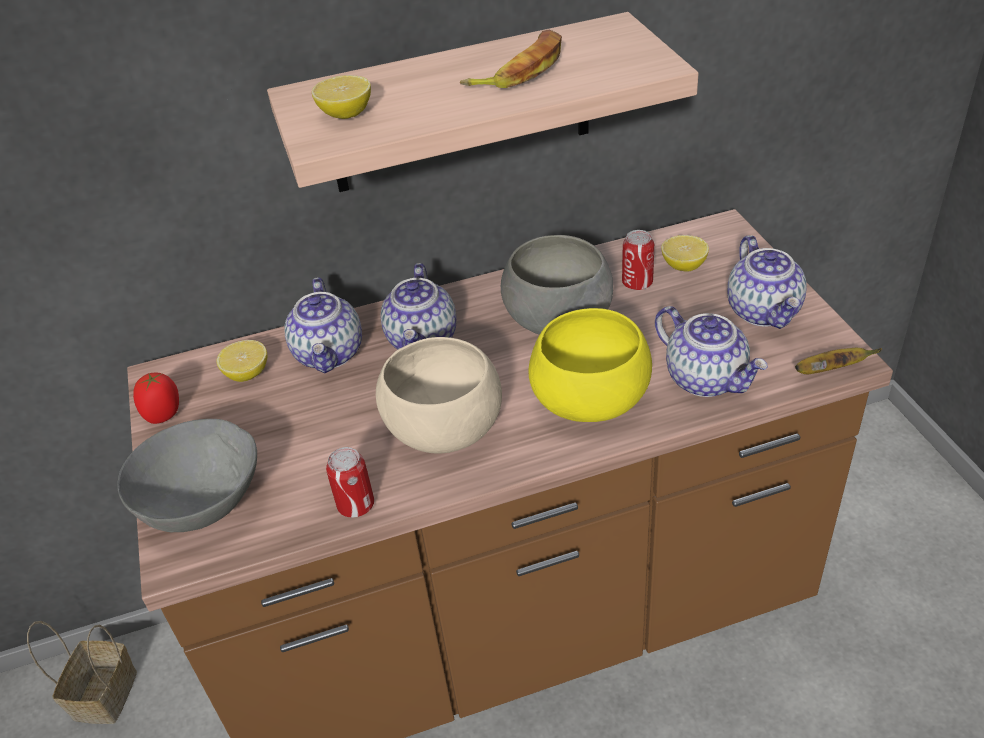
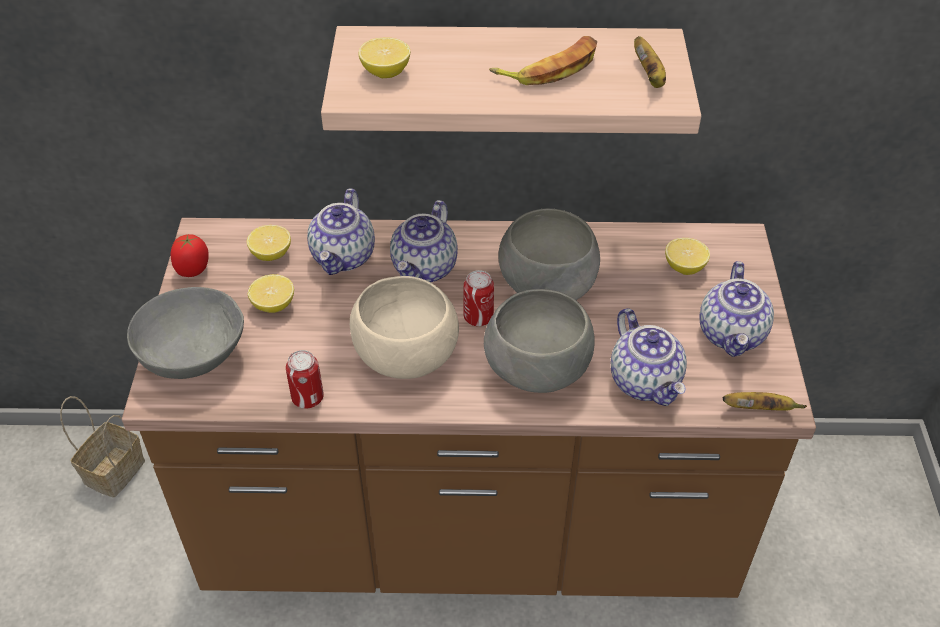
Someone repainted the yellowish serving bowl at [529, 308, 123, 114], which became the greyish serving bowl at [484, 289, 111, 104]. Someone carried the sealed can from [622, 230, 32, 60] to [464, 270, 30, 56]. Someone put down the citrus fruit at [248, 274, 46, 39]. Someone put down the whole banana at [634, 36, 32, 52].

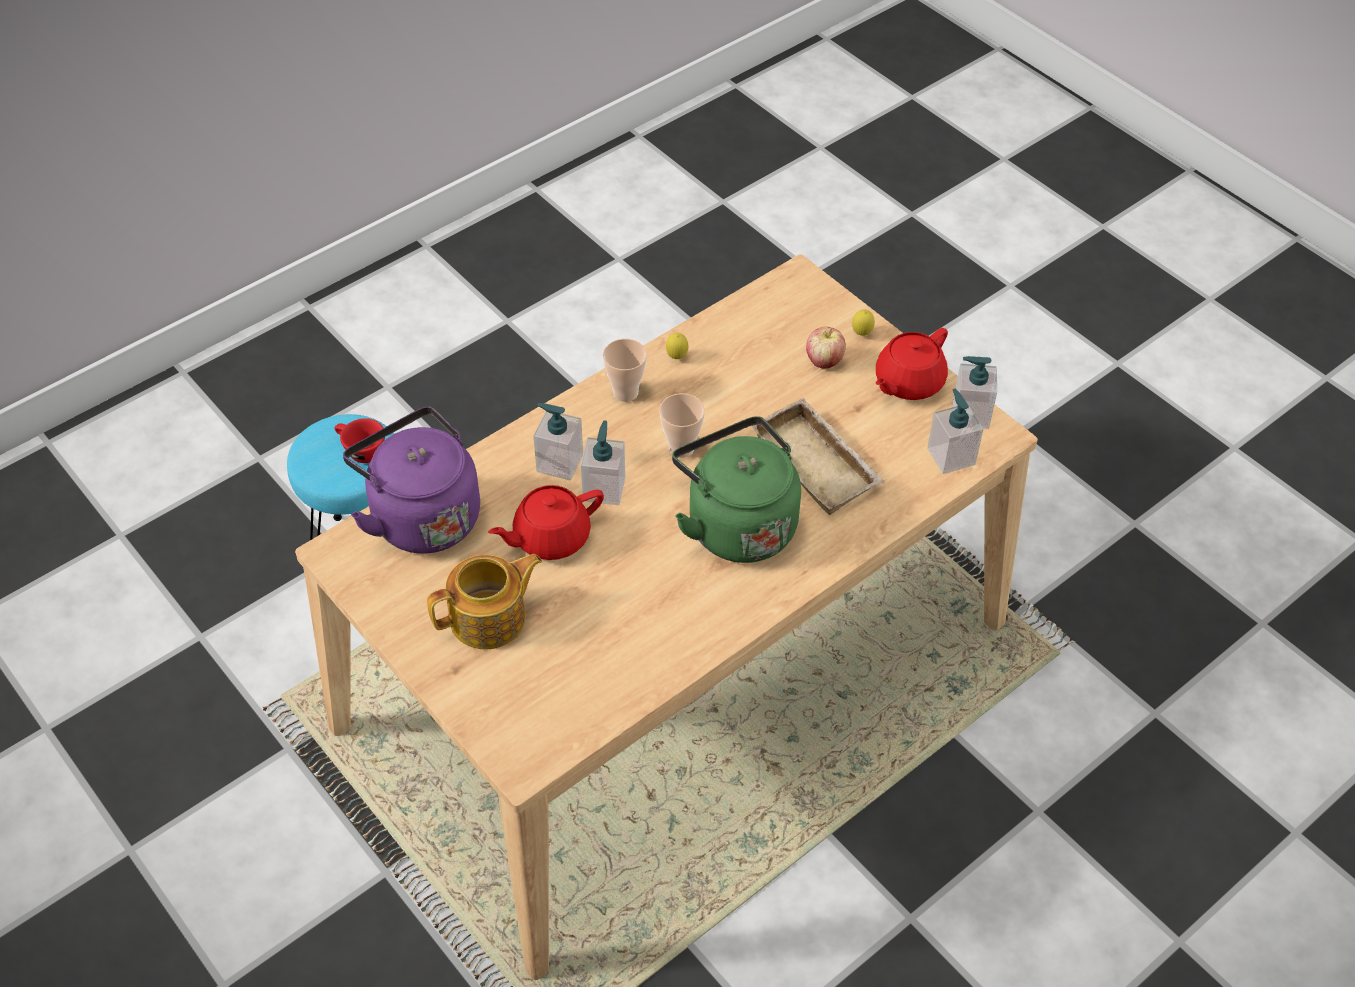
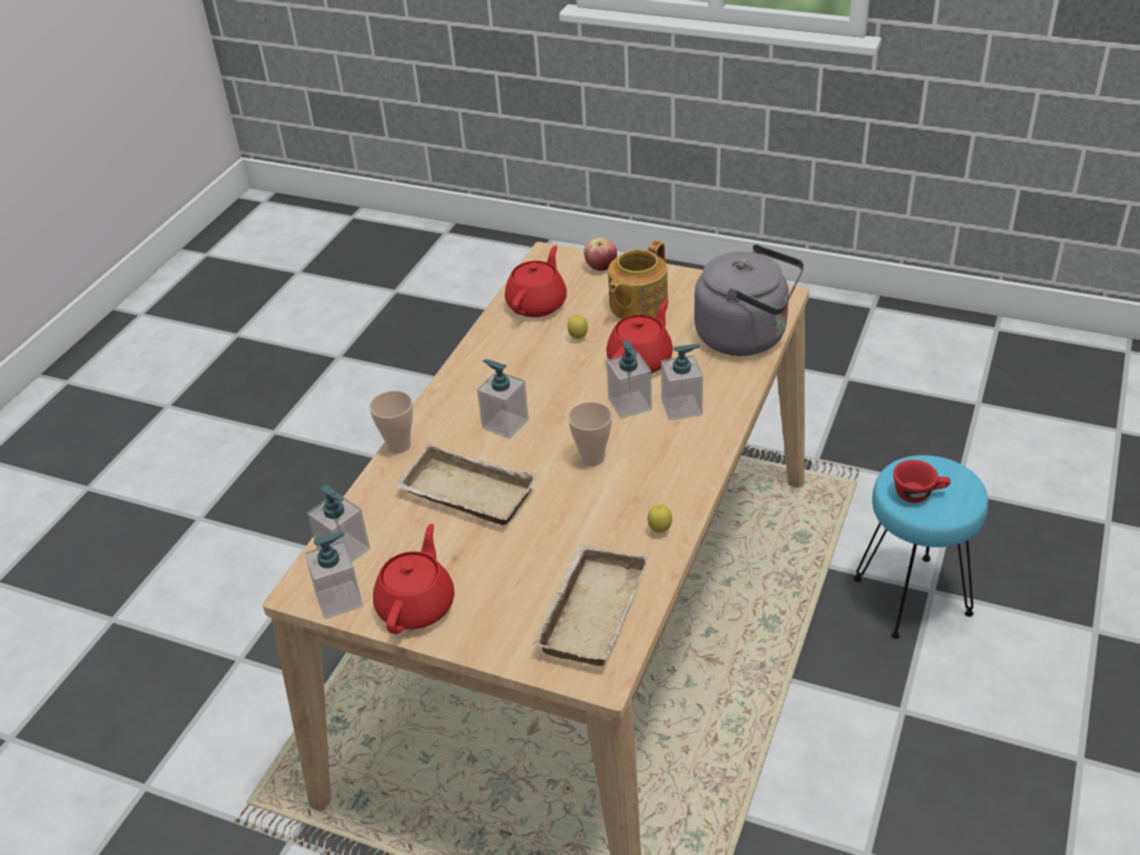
Someone repainted the purple-coloured kettle at [343, 407, 137, 146], which became the greyish kettle at [694, 244, 110, 112]. Someone carried the cup from [603, 339, 44, 63] to [369, 391, 44, 63]. Someone swapped the greenish kettle at [672, 416, 129, 147] for the soap dispenser at [477, 359, 52, 80]. Someone carried the apple from [806, 326, 40, 43] to [584, 238, 33, 33]. Someone carried the citrus fruit from [852, 310, 23, 26] to [567, 314, 21, 25]. Someone put down the red teapot at [505, 246, 62, 71]. Someone put down the beige carrying tray at [532, 544, 117, 122].

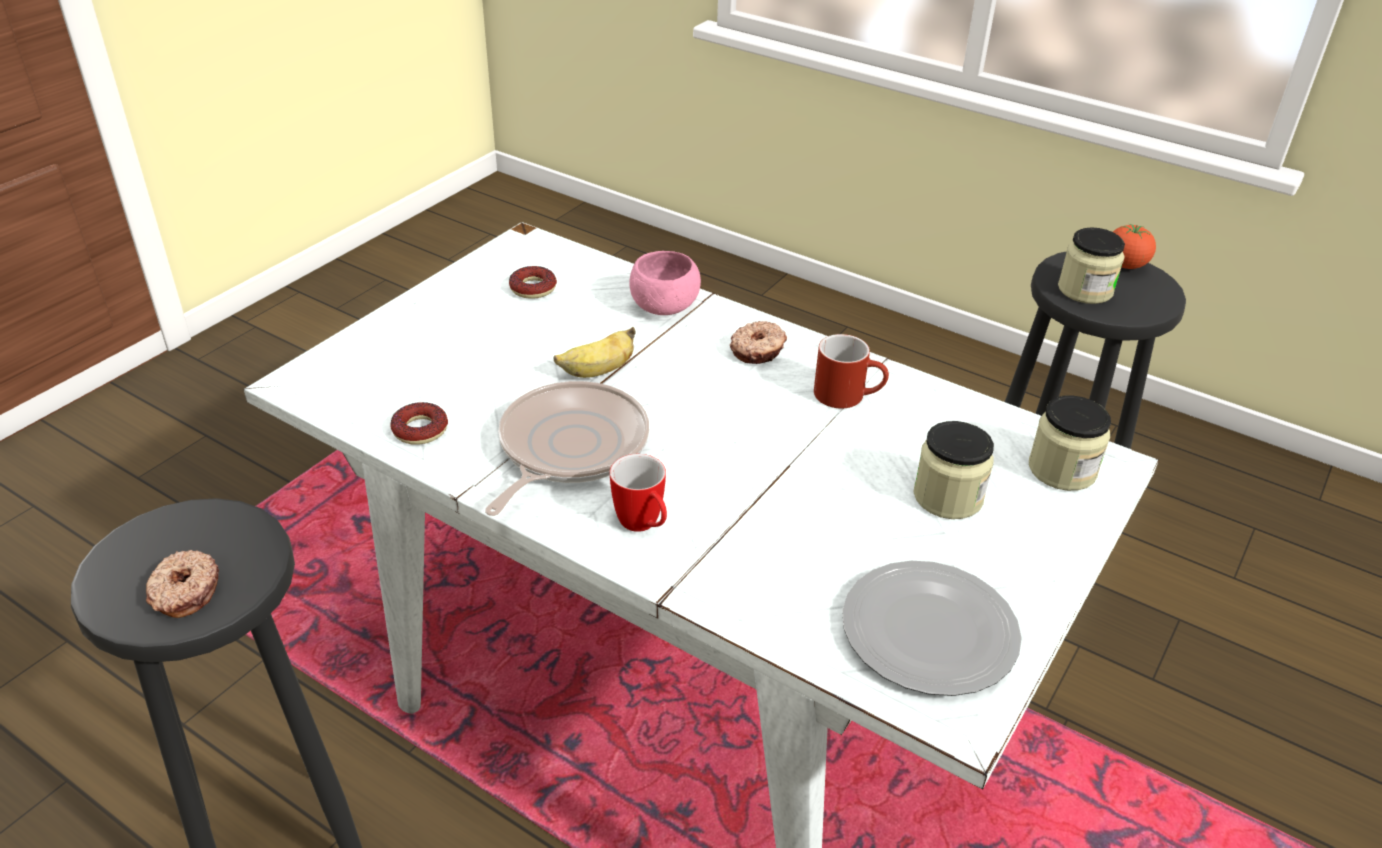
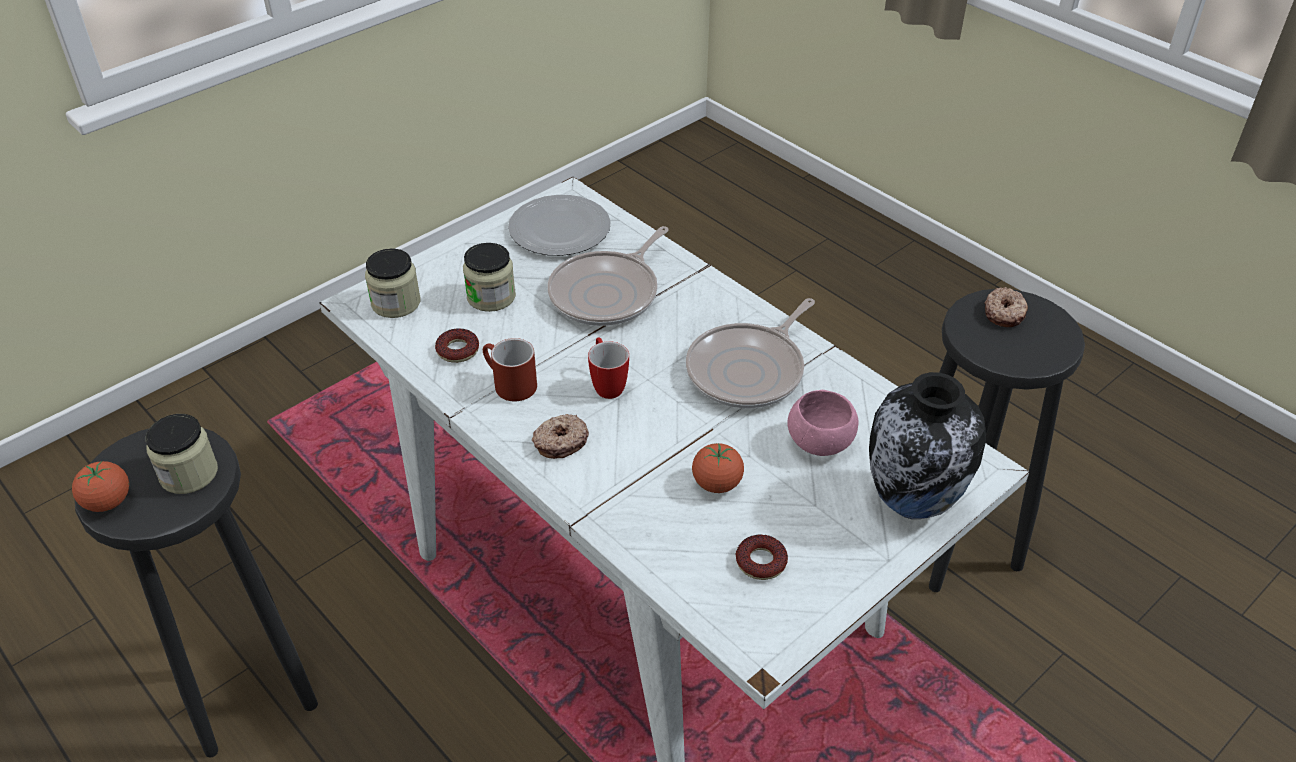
Someone carried the ring doughnut from [390, 402, 58, 43] to [435, 328, 44, 35]. Someone took away the whole banana at [554, 327, 82, 51]. Someone carried the mug from [610, 454, 57, 78] to [588, 337, 41, 62]. Someone carried the pink serving bowl from [629, 251, 72, 64] to [788, 390, 71, 66]. Someone put down the skillet at [548, 226, 121, 100]. Someone put down the fresh tomato at [692, 443, 52, 50]. Someone put down the decorative vase at [869, 372, 117, 147].

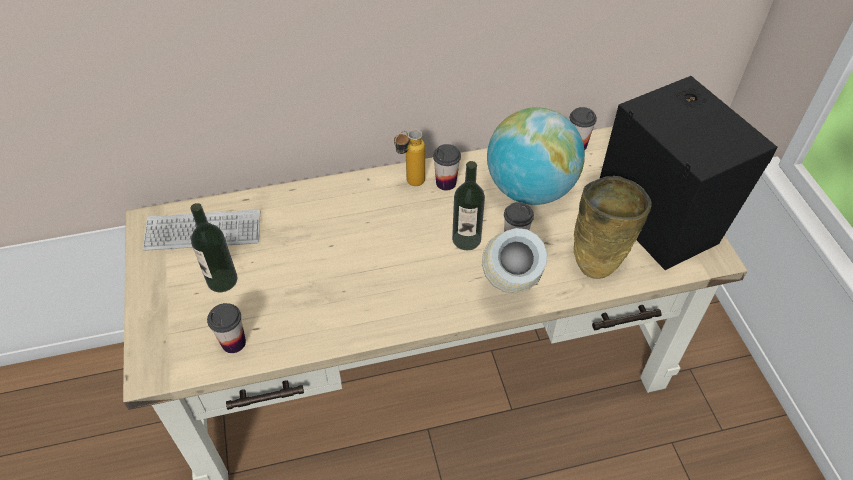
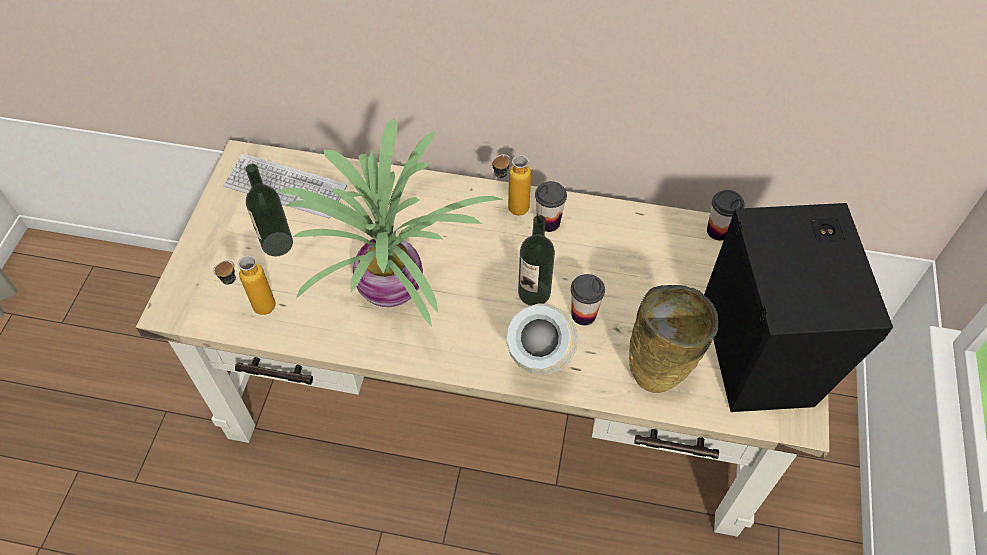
Someone swapped the cup at [207, 303, 39, 50] for the bottle at [213, 255, 63, 60]. Someone took away the globe at [487, 107, 98, 98]. Someone put down the houseplant at [277, 118, 227, 209].

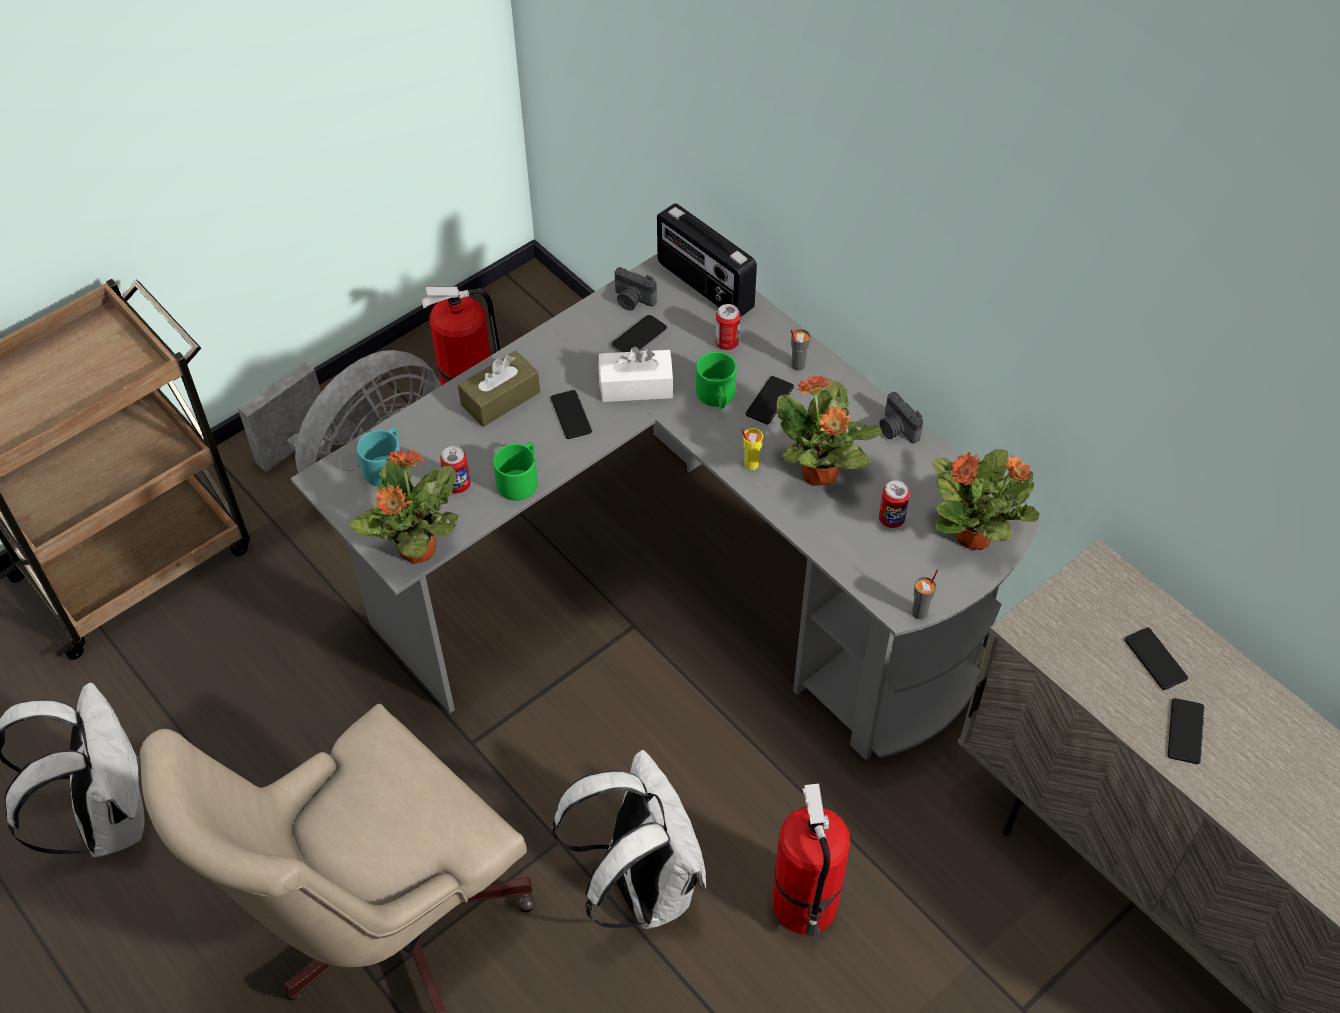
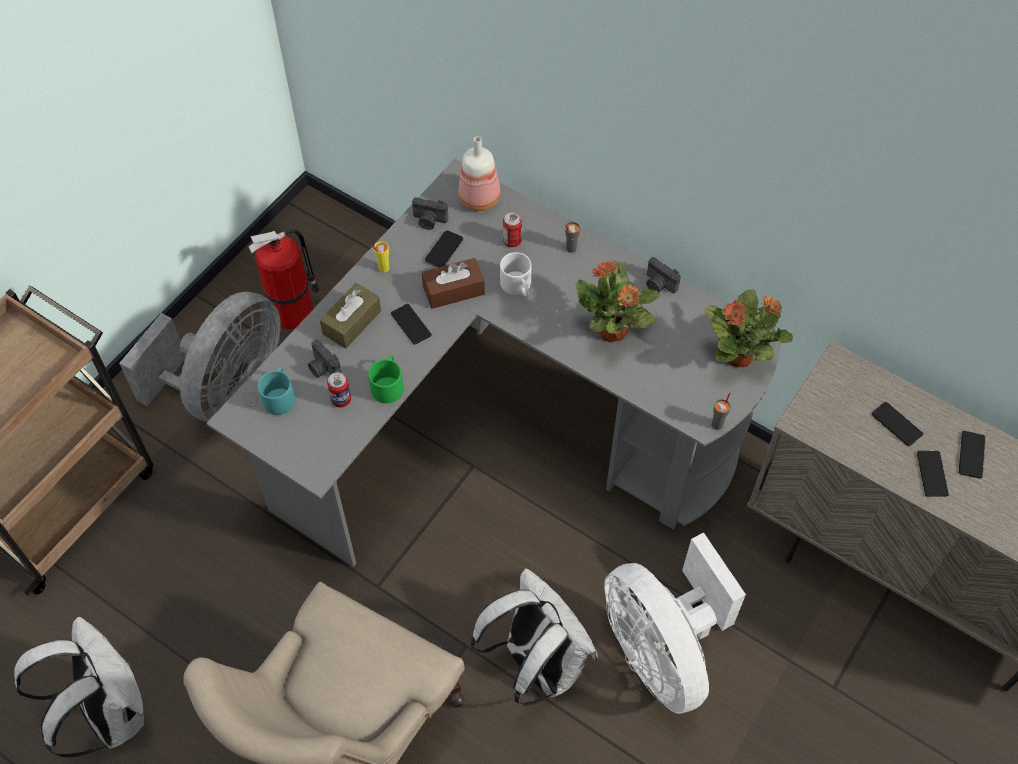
Someone took away the houseplant at [350, 449, 109, 115]. Someone repainted the white-coloured box of tissues at [599, 347, 75, 55], which became the brown box of tissues at [422, 258, 63, 51]. Someone swapped the radio at [657, 203, 100, 114] for the bottle at [458, 136, 43, 75]. Someone repainted the greenish mug at [696, 352, 41, 57], which became the white-coloured mug at [500, 252, 32, 44]. Someone carried the yellowish cup from [742, 428, 21, 42] to [372, 241, 17, 32]. Someone carried the handset from [745, 376, 49, 48] to [959, 431, 27, 48]. Someone swapped the fire-fighting cylinder at [772, 783, 78, 154] for the white-coloured fan at [604, 532, 142, 182]. Someone took away the sealed can at [879, 480, 31, 48]. Someone put down the photo camera at [308, 339, 34, 39].

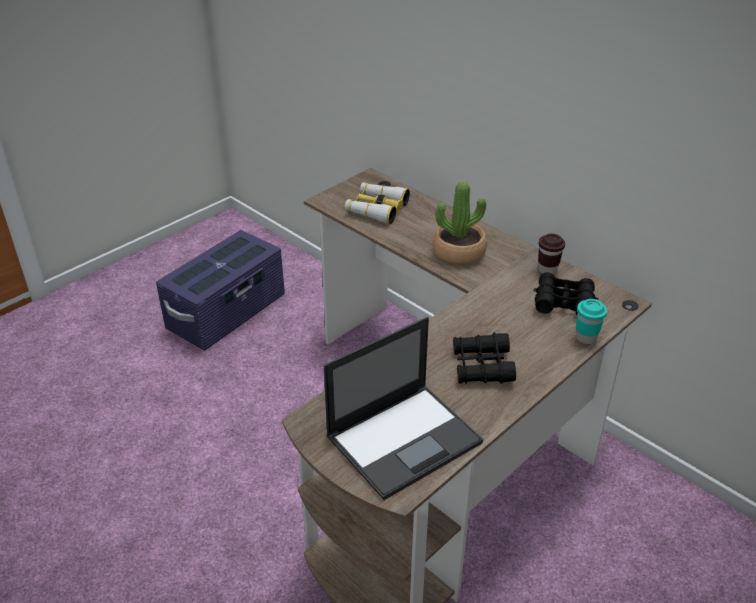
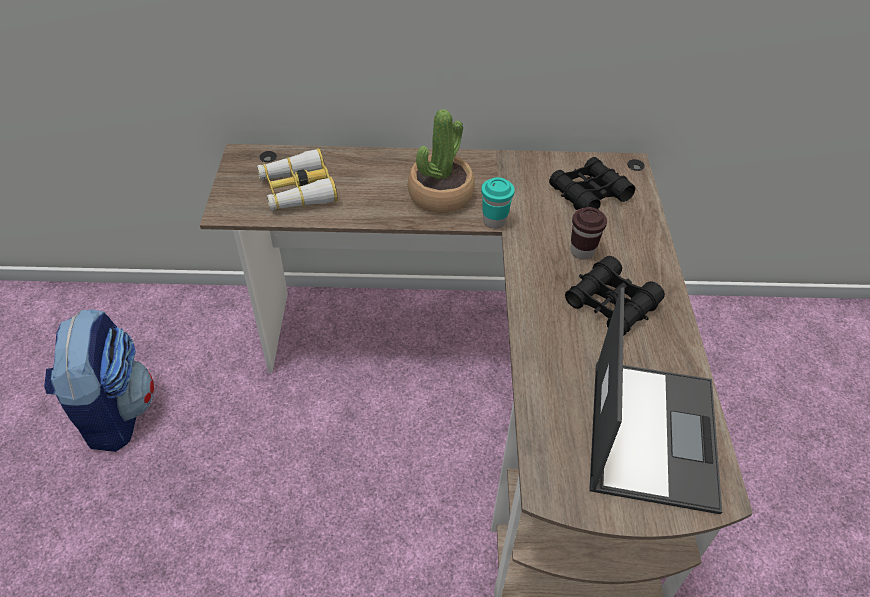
Someone swapped the purple-coloured storage box at [156, 230, 129, 121] for the rucksack at [44, 309, 110, 143]. Someone carried the brown cup from [538, 233, 27, 42] to [571, 207, 36, 52]. Someone carried the turquoise cup from [576, 299, 31, 45] to [481, 177, 34, 52].

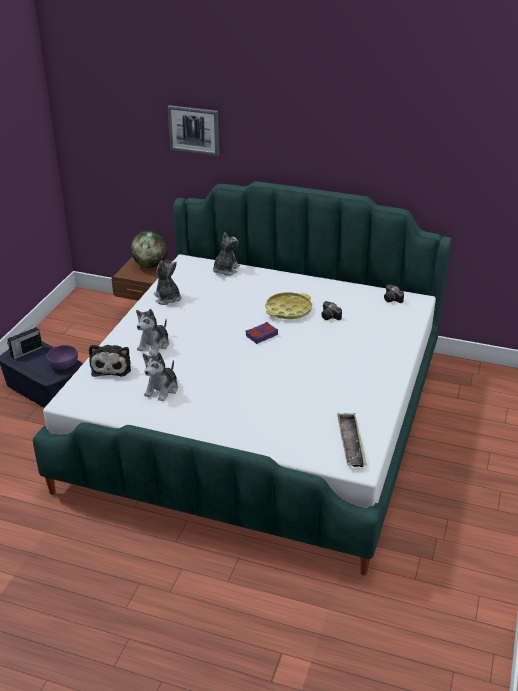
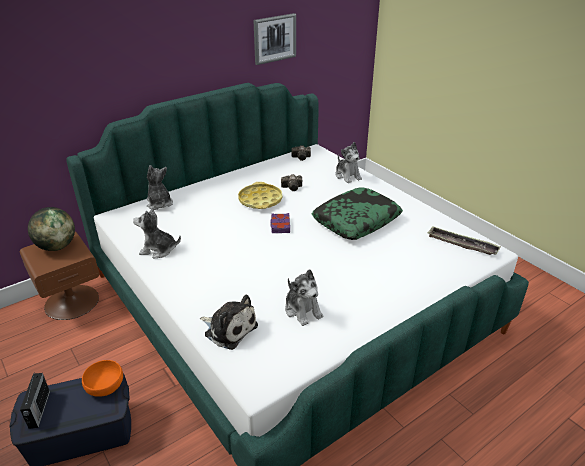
Someone repainted the purple-coloured serving bowl at [47, 345, 31, 25], which became the orange serving bowl at [82, 360, 41, 37]. Someone carried the cuddly toy from [136, 309, 33, 46] to [335, 142, 27, 41]. Someone carried the picture from [168, 105, 51, 51] to [253, 13, 43, 52]. Someone put down the throw pillow at [312, 187, 91, 53].

